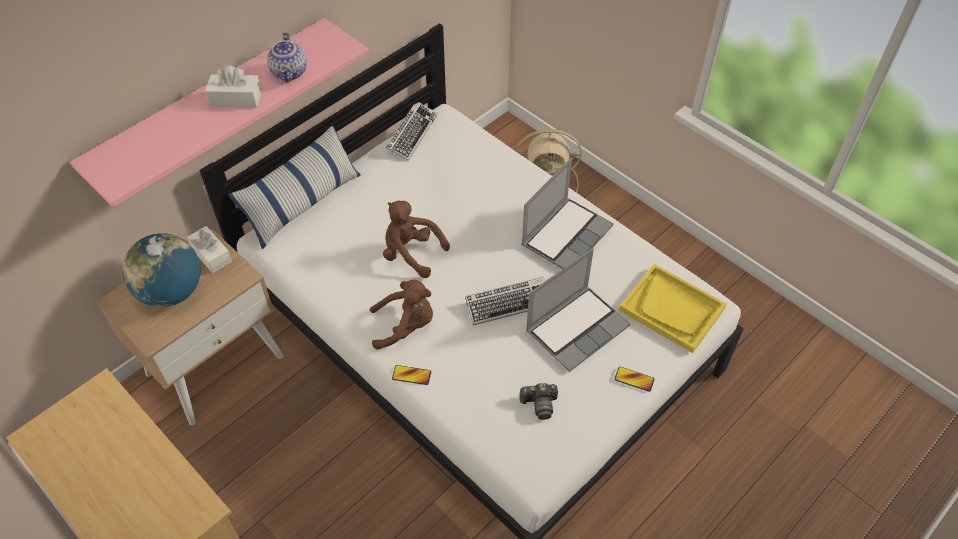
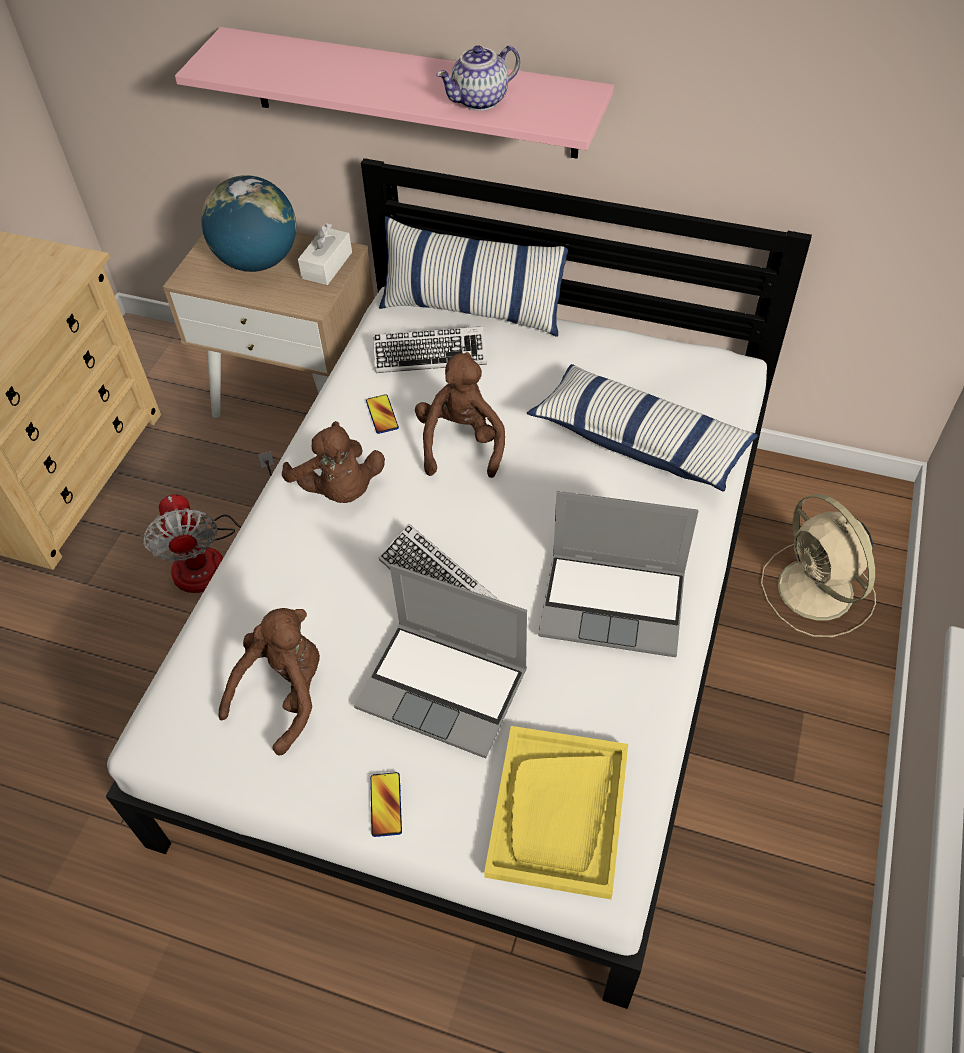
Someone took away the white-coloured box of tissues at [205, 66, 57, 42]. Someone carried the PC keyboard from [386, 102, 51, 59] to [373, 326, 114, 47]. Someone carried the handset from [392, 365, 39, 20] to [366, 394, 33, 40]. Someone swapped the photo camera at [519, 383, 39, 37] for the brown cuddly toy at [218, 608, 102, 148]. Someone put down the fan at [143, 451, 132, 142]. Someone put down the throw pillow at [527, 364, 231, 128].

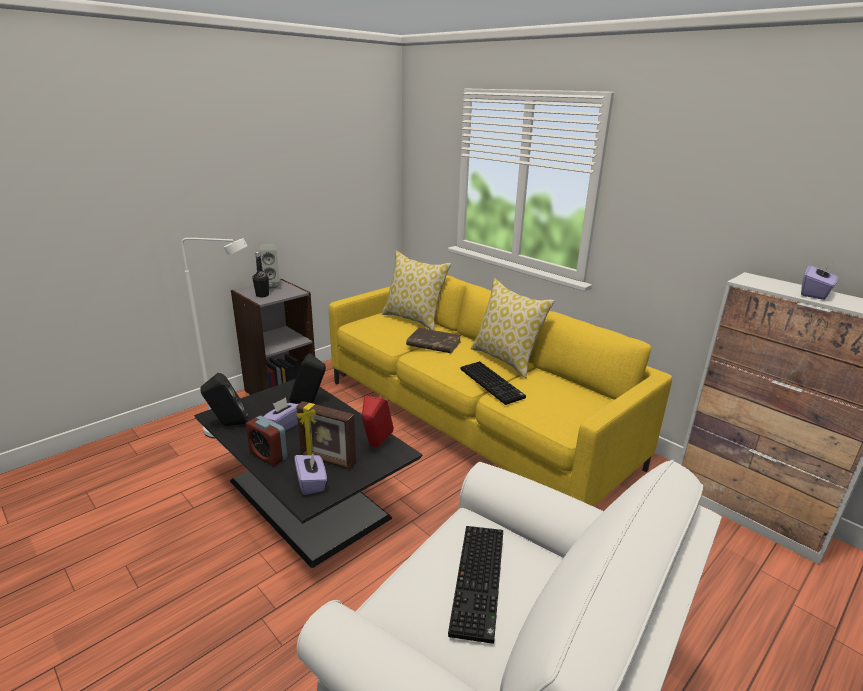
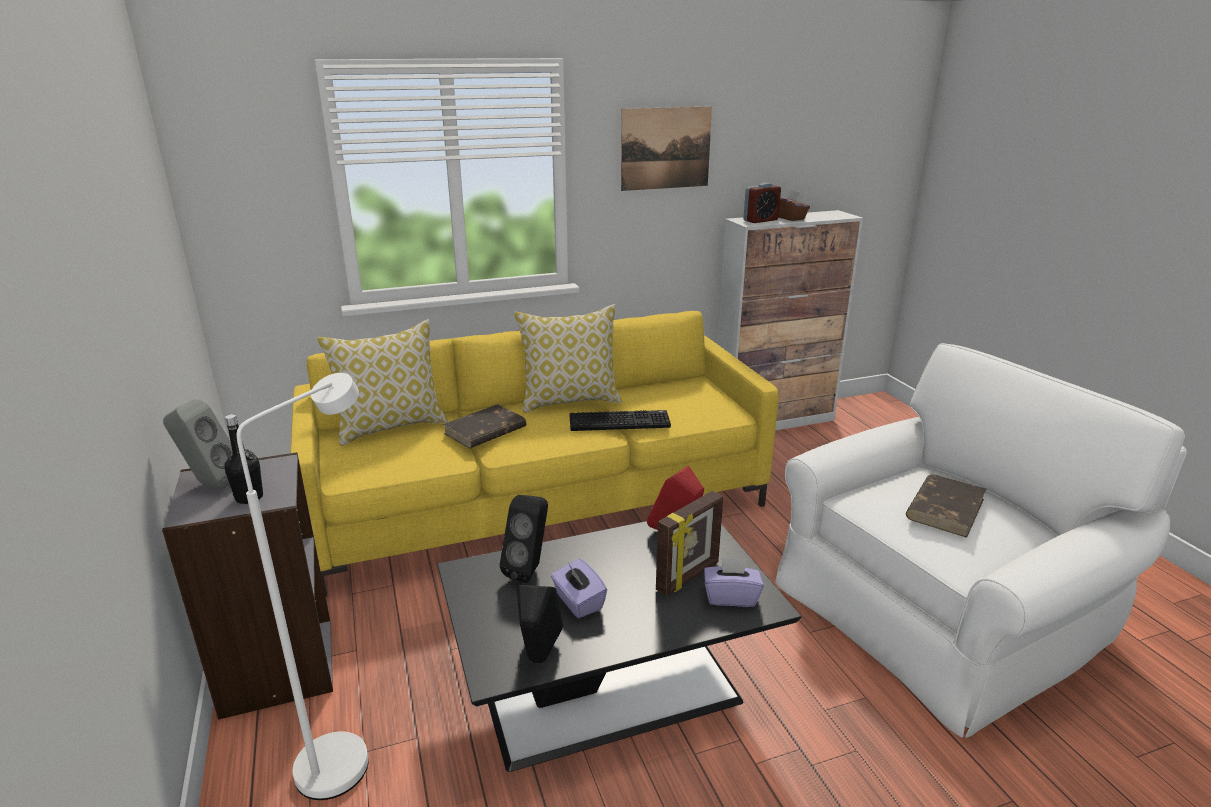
Someone carried the alarm clock from [246, 416, 41, 50] to [743, 183, 38, 40]. Someone swapped the PC keyboard at [448, 526, 55, 118] for the brown volume at [906, 474, 80, 64]. Someone repainted the purple-coloured box of tissues at [801, 264, 37, 36], which became the brown box of tissues at [779, 190, 31, 31]. Someone put up the picture at [621, 106, 91, 85].

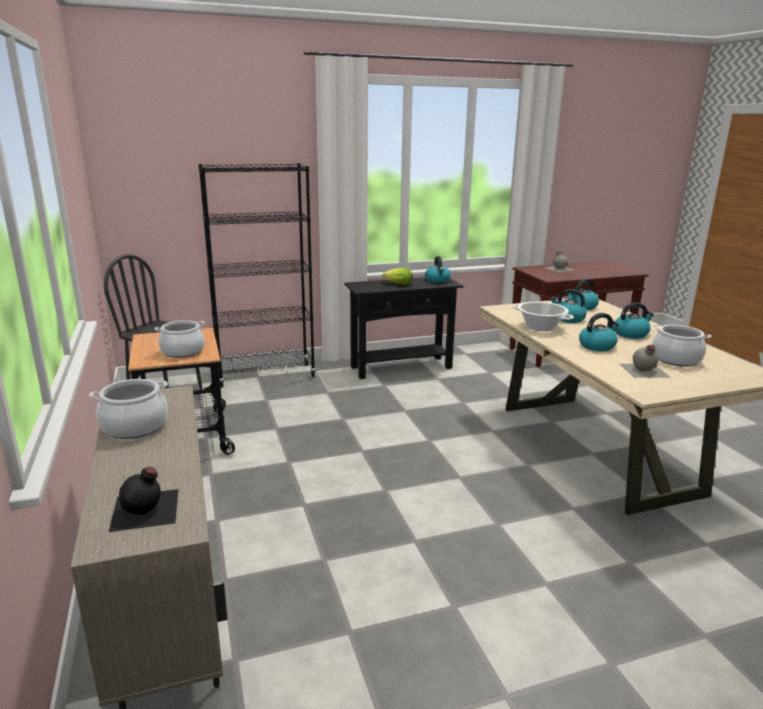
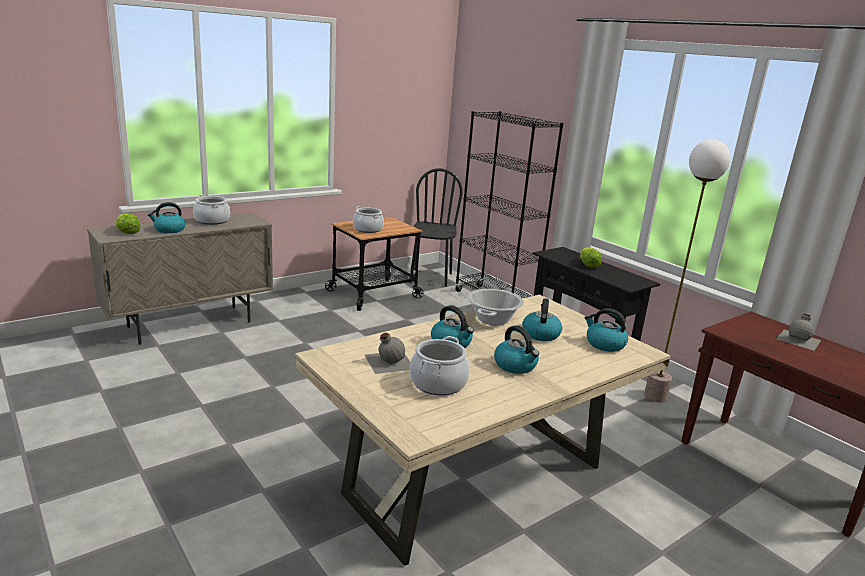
Someone swapped the black-coloured bottle at [109, 467, 70, 65] for the head of lettuce at [116, 213, 25, 21]. Someone carried the kettle from [425, 256, 26, 27] to [148, 202, 37, 31]. Someone put down the floor lamp at [644, 139, 87, 263].

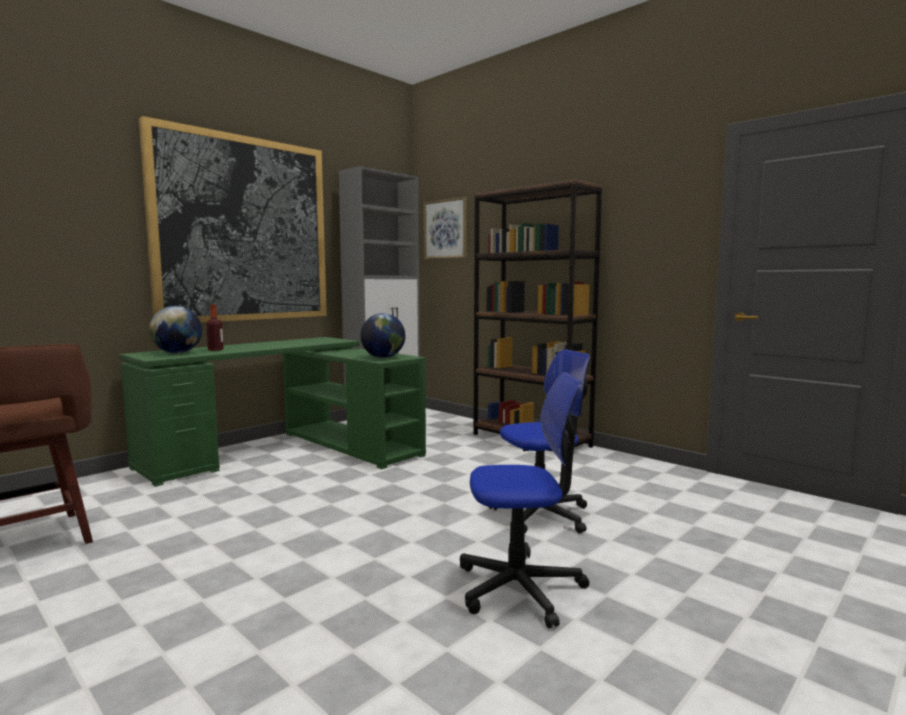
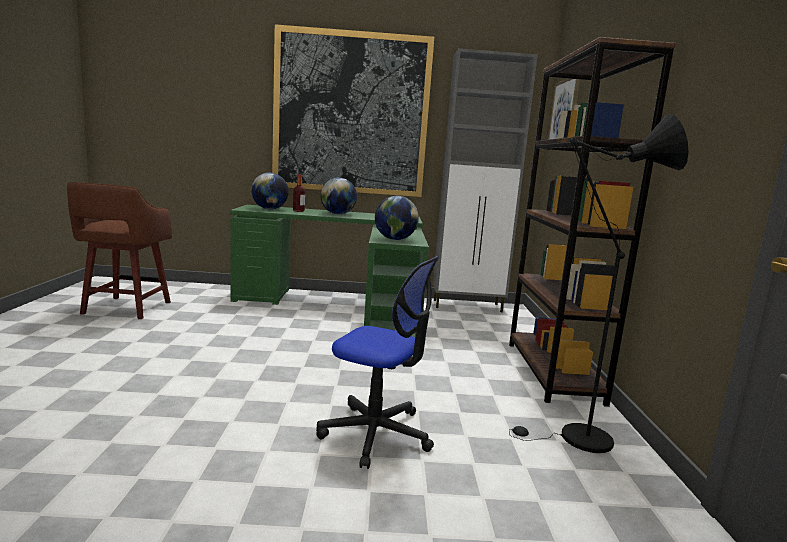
Someone took away the computer chair at [460, 372, 130, 256]. Someone put down the globe at [320, 178, 37, 36]. Someone put down the black-coloured floor lamp at [509, 114, 180, 339].

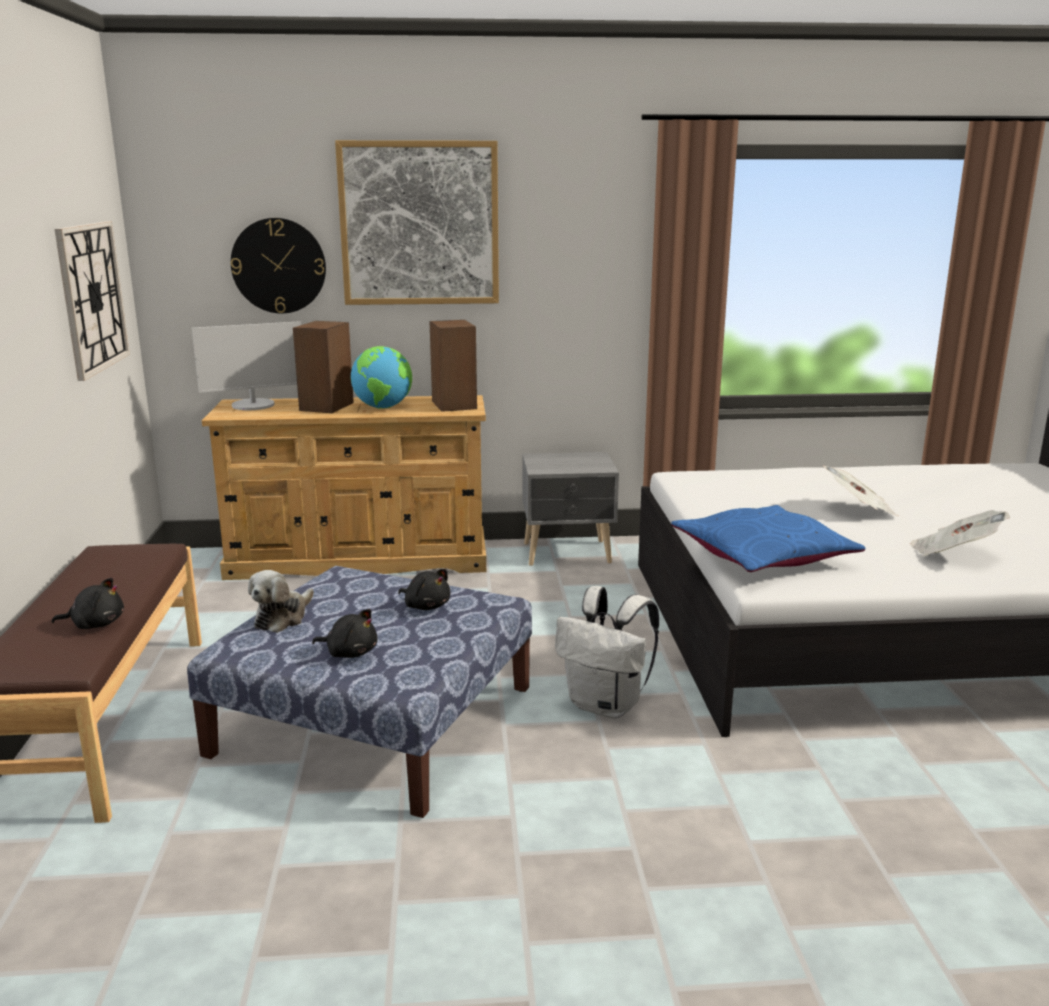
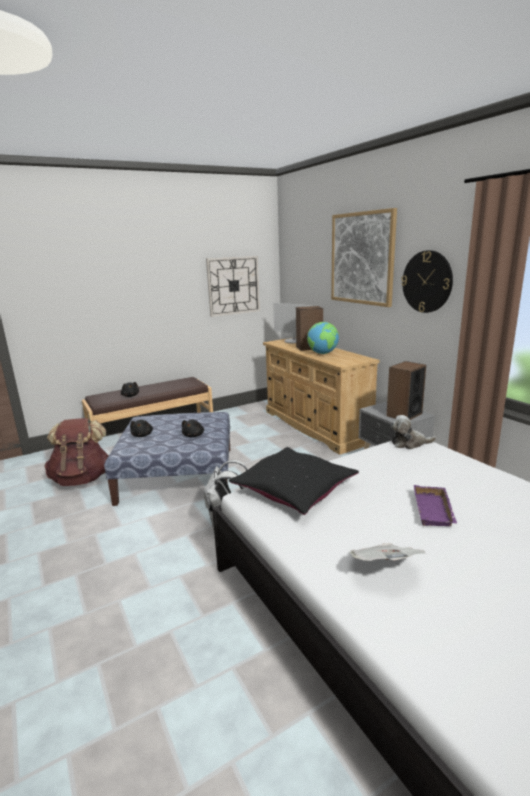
Someone carried the hanging clock from [231, 218, 95, 95] to [401, 250, 52, 63]. Someone carried the cuddly toy from [248, 570, 66, 63] to [391, 415, 45, 34]. Someone carried the audio speaker from [429, 320, 48, 92] to [387, 361, 39, 59]. Someone repainted the bluish throw pillow at [671, 505, 194, 67], which became the black-coloured throw pillow at [229, 447, 130, 68]. Someone swapped the printed paper at [824, 466, 74, 50] for the purple-coloured carrying tray at [414, 485, 43, 41]. Someone put down the brown rucksack at [45, 418, 64, 68].

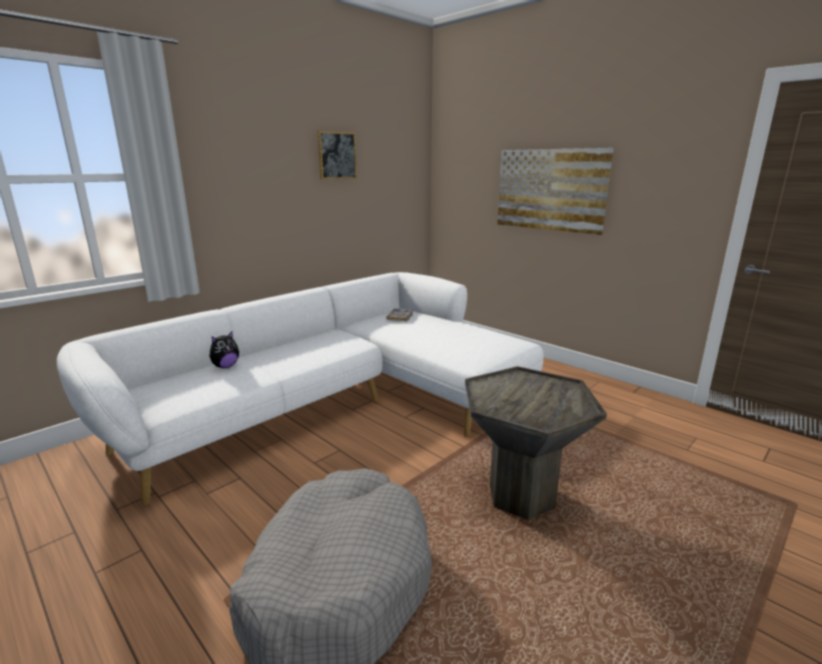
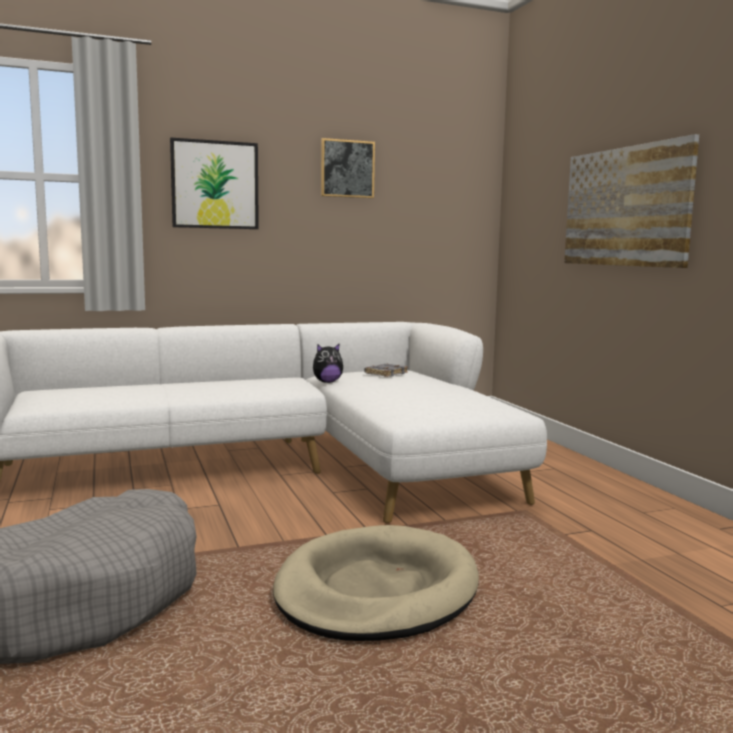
Someone carried the cuddly toy from [209, 332, 30, 36] to [313, 343, 30, 40]. Someone swapped the greyish accent table at [465, 366, 142, 154] for the beige pet bed at [273, 525, 206, 116]. Someone put up the picture at [170, 138, 89, 91].

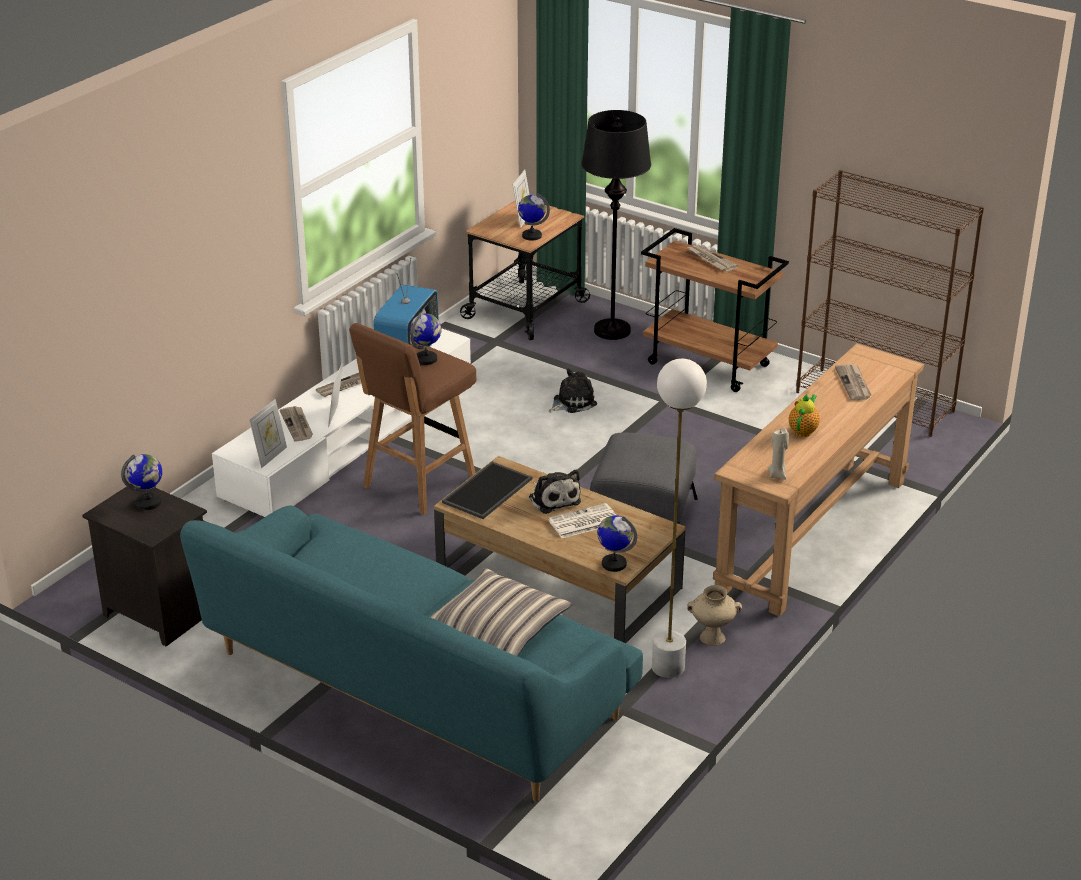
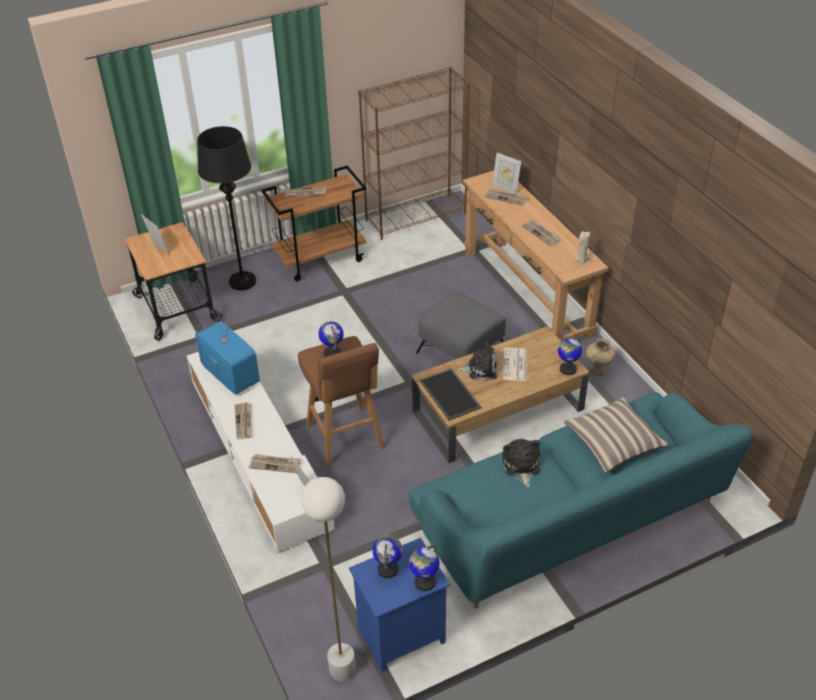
Someone repainted the black-coloured bedside table at [82, 484, 125, 163], which became the bluish bedside table at [349, 538, 101, 134]. Someone carried the picture frame from [328, 361, 15, 66] to [492, 153, 29, 41]. Someone carried the globe from [518, 194, 32, 47] to [409, 545, 31, 46]. Someone carried the cuddly toy from [549, 368, 48, 45] to [502, 439, 38, 48]. Someone carried the white-coloured floor lamp from [652, 358, 55, 320] to [301, 477, 55, 204]. Someone swapped the teapot at [789, 394, 31, 43] for the printed paper at [522, 220, 39, 26].

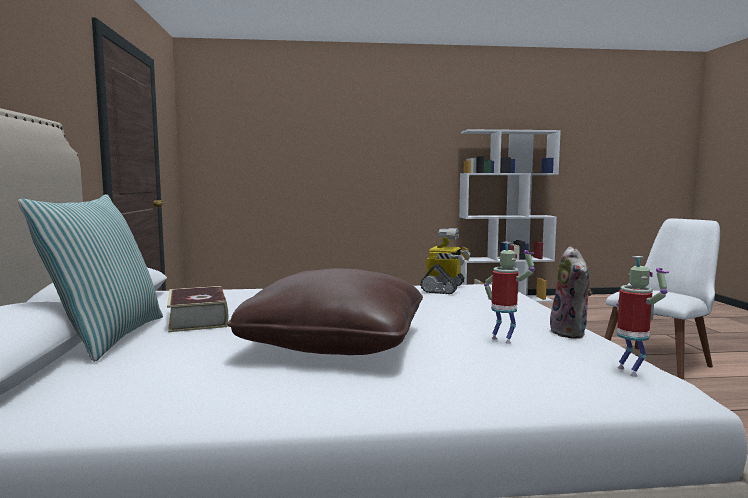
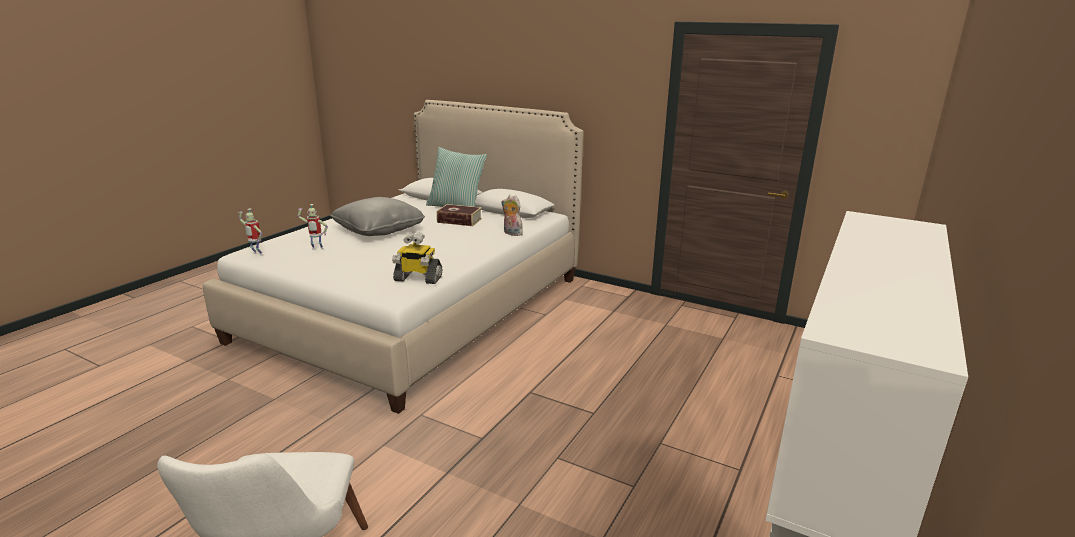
Someone repainted the brown throw pillow at [227, 268, 196, 87], which became the greyish throw pillow at [330, 197, 95, 39]. Someone rotated the robot figure at [420, 228, 51, 66] by 45 degrees counterclockwise. Someone carried the cuddly toy from [550, 246, 42, 93] to [501, 195, 23, 41].

